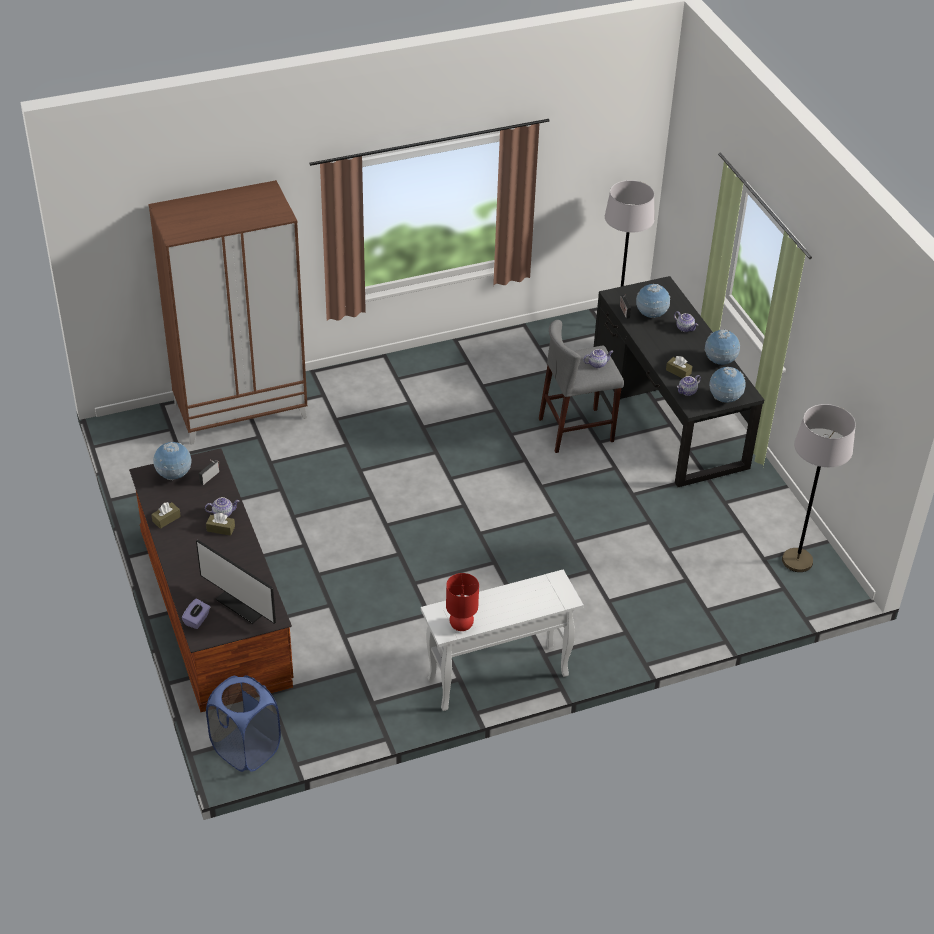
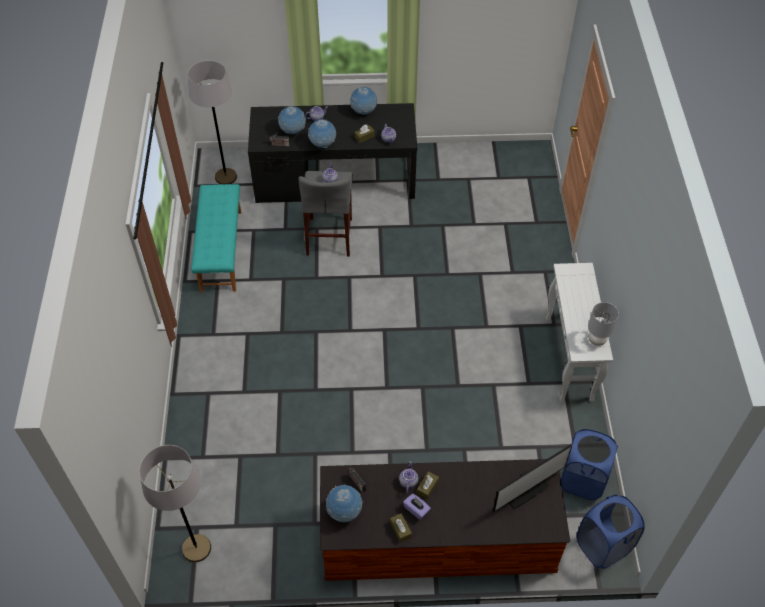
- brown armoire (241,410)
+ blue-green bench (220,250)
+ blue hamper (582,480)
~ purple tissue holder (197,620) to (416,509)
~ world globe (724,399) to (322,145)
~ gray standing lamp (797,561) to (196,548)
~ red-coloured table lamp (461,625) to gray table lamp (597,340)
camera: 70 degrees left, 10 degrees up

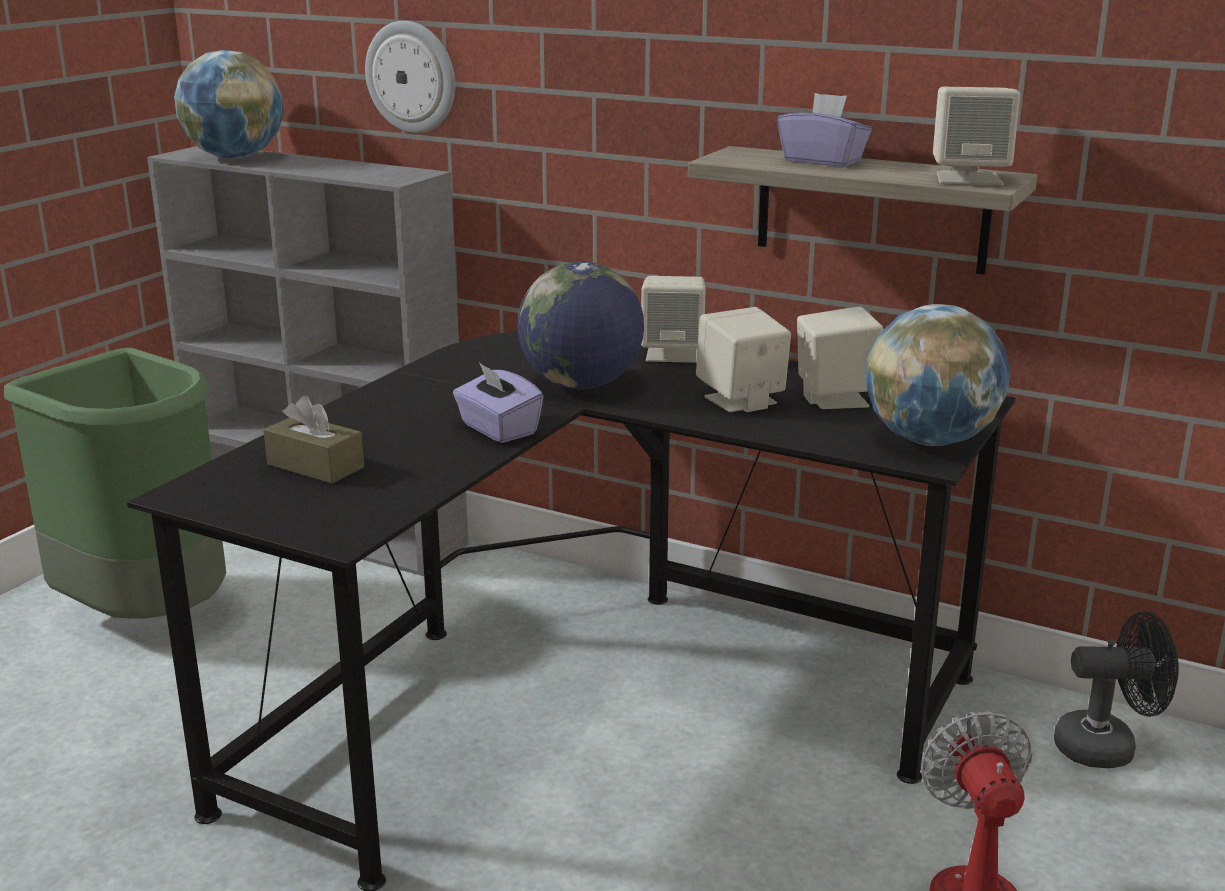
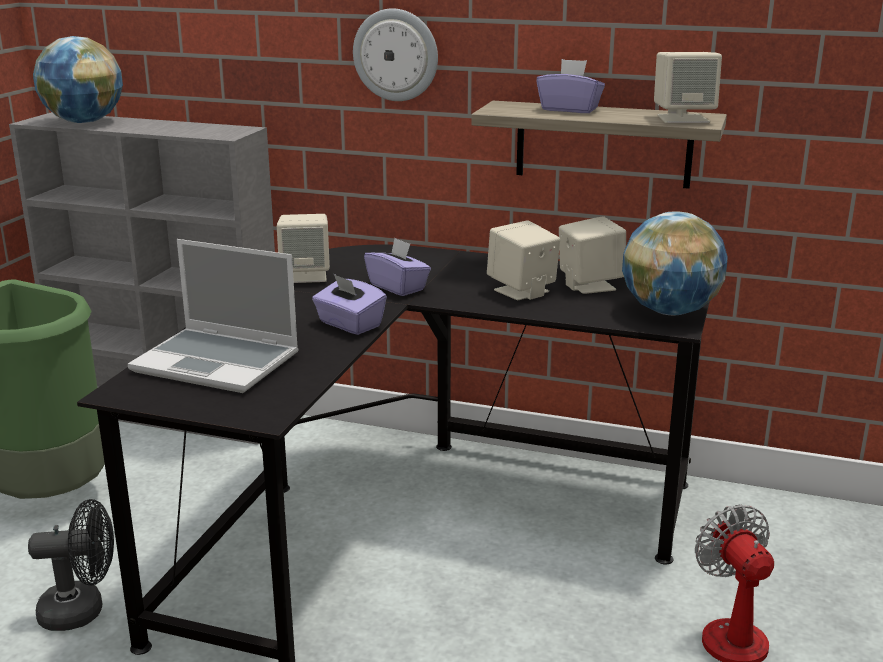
~ clock on the wall (412,77) to (396,55)
~ beige-coloured speaker (673,354) to (306,276)
~ blackish fan (1107,747) to (82,611)
~ brown tissue holder (315,466) to portable computer (219,362)
~ world globe (581,385) to purple tissue holder (398,287)
camera: 10 degrees left, 0 degrees up

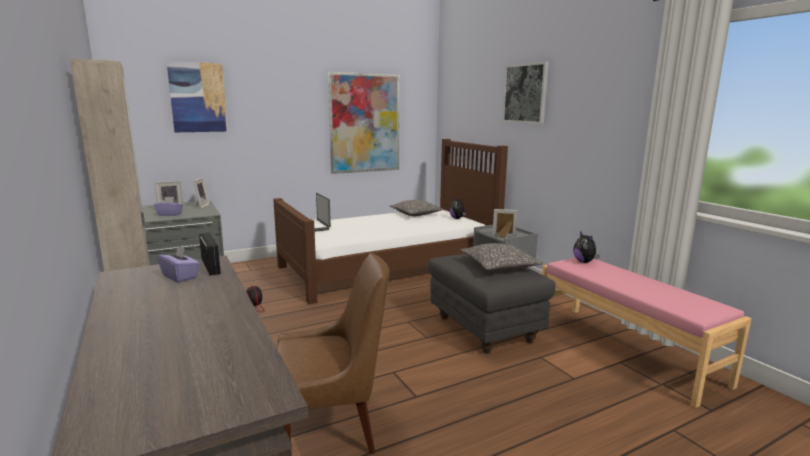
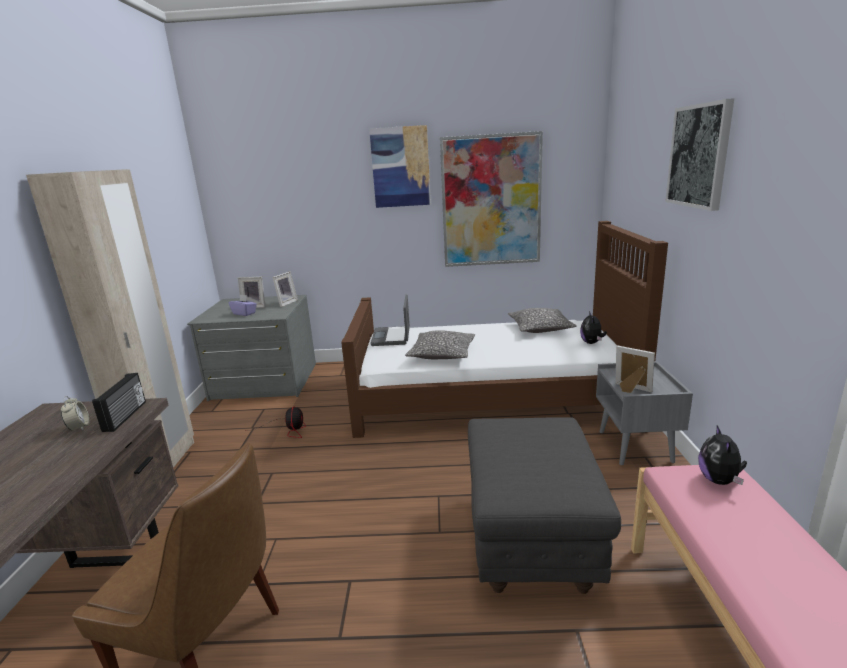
~ picture (198,97) to (400,167)
~ pillow (499,266) to (442,354)
~ purple tissue holder (180,276) to alarm clock (79,427)
camera: 30 degrees right, 5 degrees up

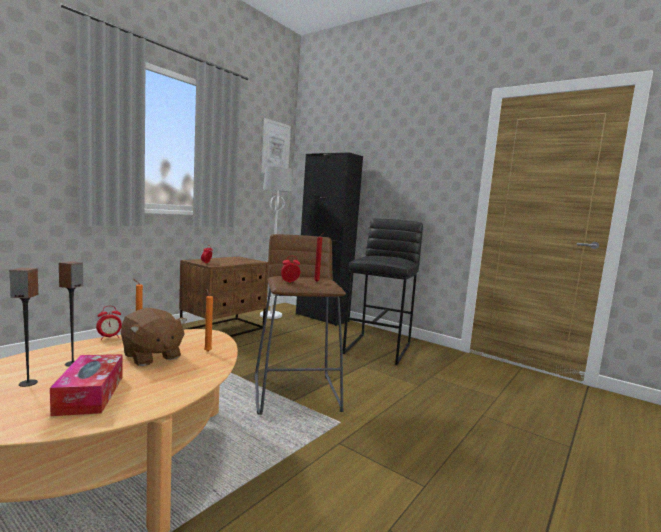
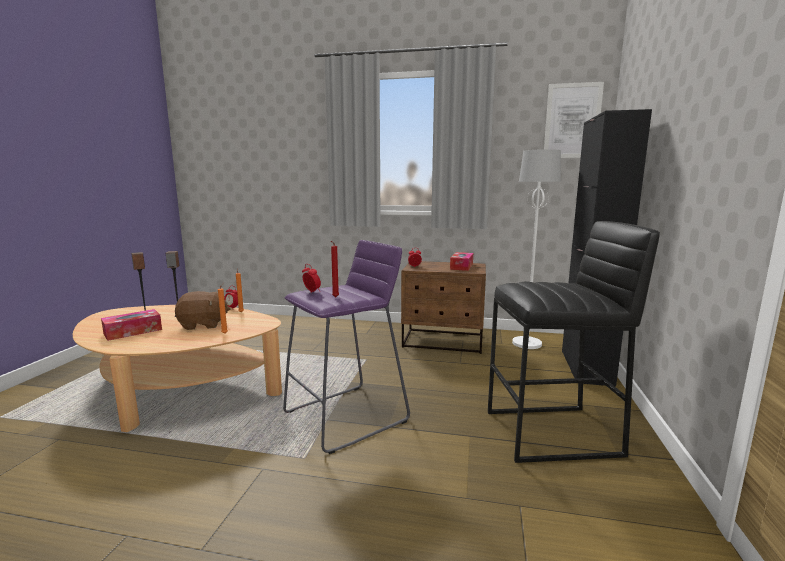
+ tissue holder (461,266)
~ brown sitting stool (297,393) to purple sitting stool (347,416)
~ brown soft toy (151,356) = (203,325) 120 degrees counterclockwise
camera: 65 degrees right, 5 degrees up

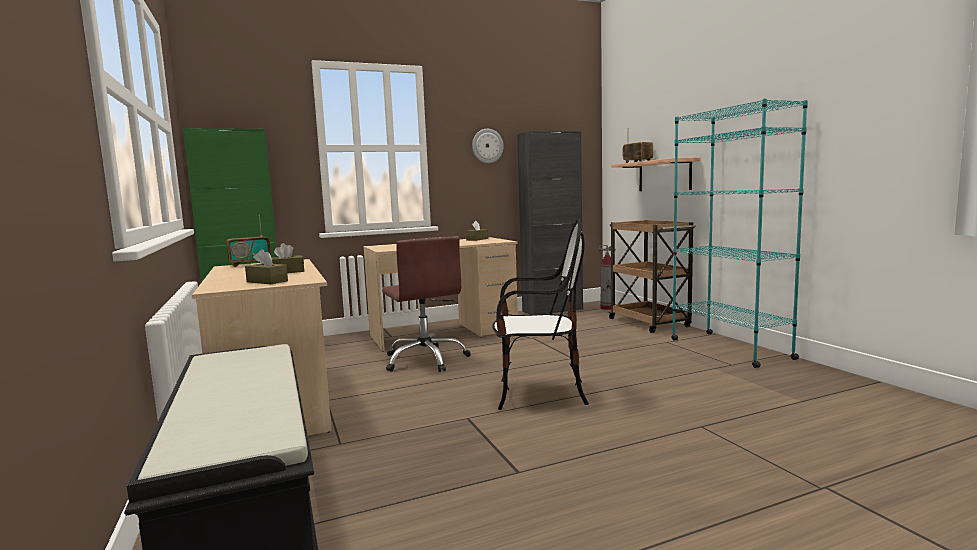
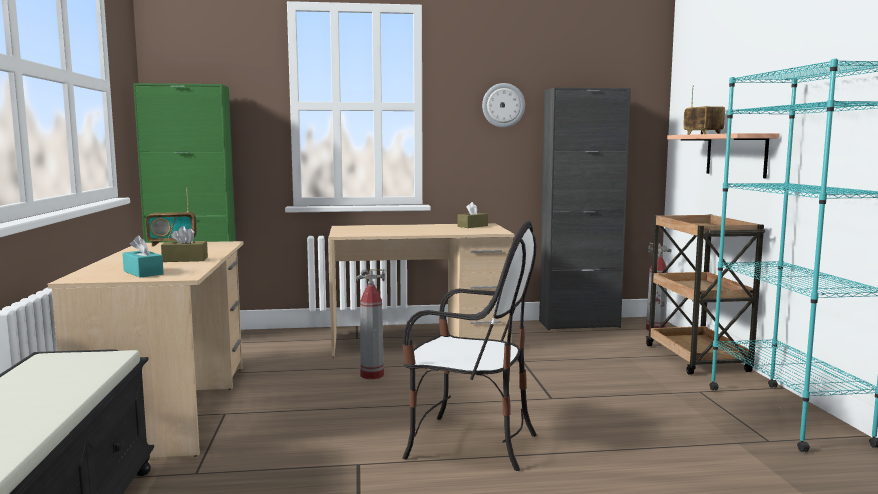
~ brown computer chair (426,359) to extinguisher (372,375)
~ brown tissue holder (267,281) to blue-green tissue holder (143,273)
camera: 15 degrees right, 0 degrees up

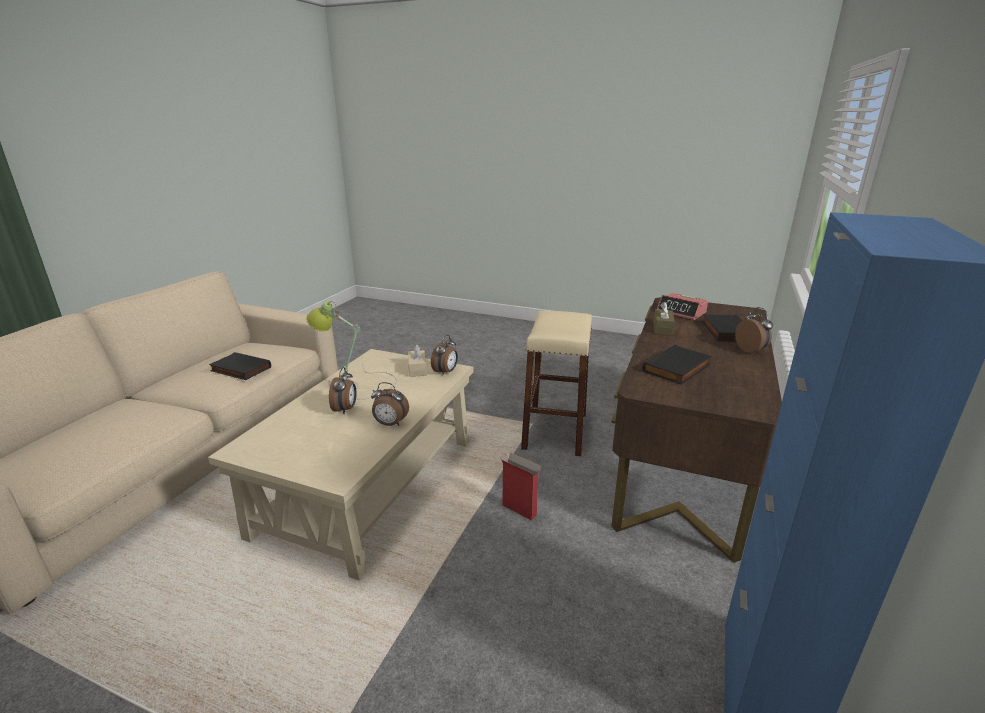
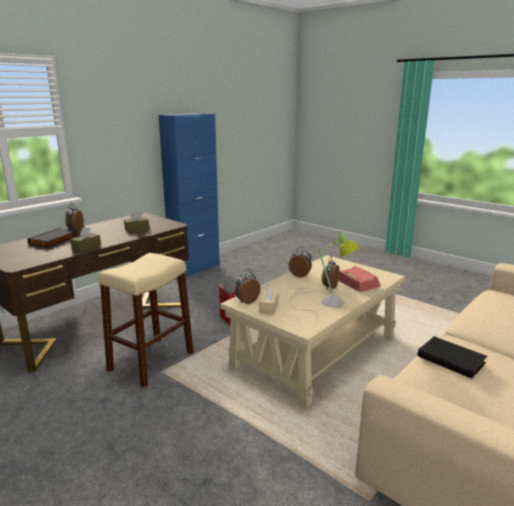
~ alarm clock (681,312) to (358,284)
~ blackish volume (678,368) to brown tissue holder (137,229)
camera: 160 degrees left, 5 degrees down

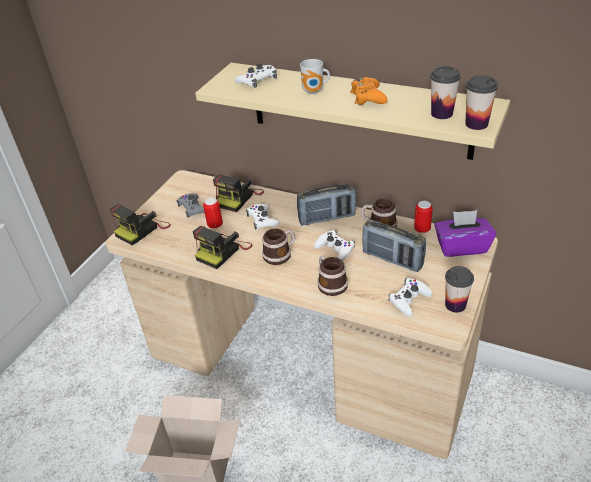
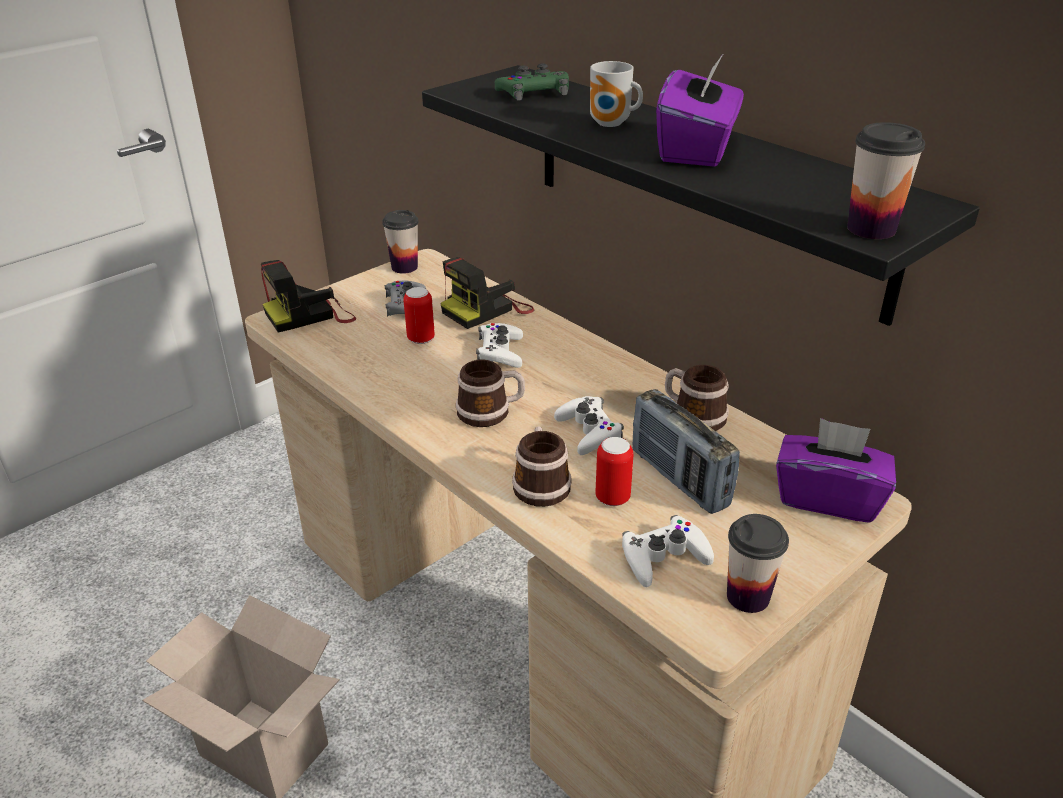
- still camera (223,251)
- radio set (327,218)
~ sealed can (422,229) to (612,498)
~ cup (442,114) to (404,267)
~ orange game controller (367,97) to purple tissue holder (697,149)
~ beige-coloured shelf (358,110) to blackish shelf (701,185)
~ white-coloured game controller (257,80) to green game controller (533,93)
camera: 20 degrees right, 5 degrees down

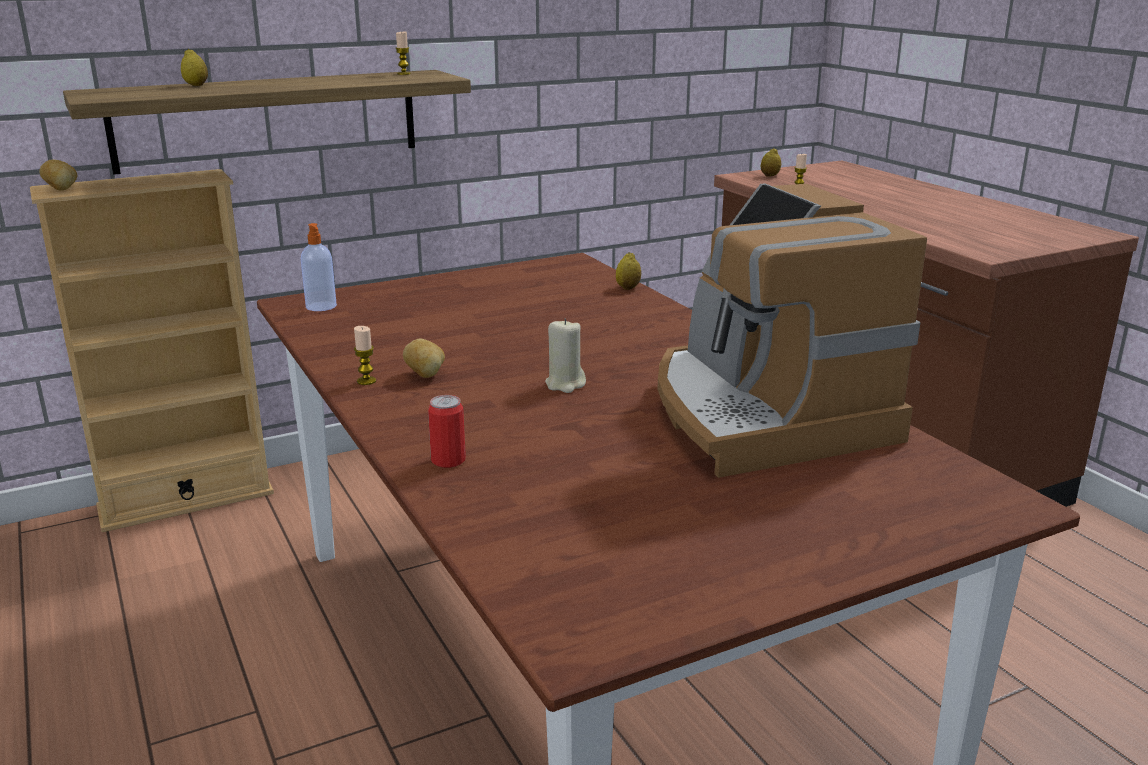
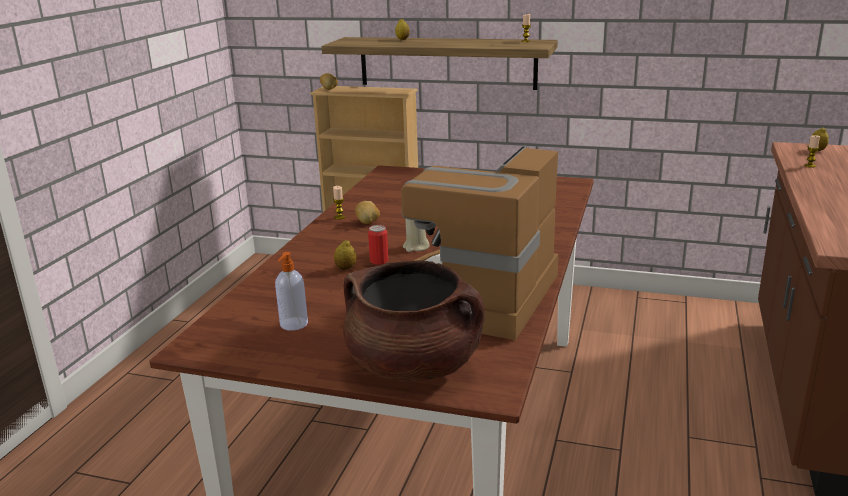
+ brown stockpot (414,366)
~ soap bottle (321,307) to (293,324)
~ sealed can (448,460) to (379,261)
~ whole lemon (628,288) to (345,268)
camera: 45 degrees right, 0 degrees up

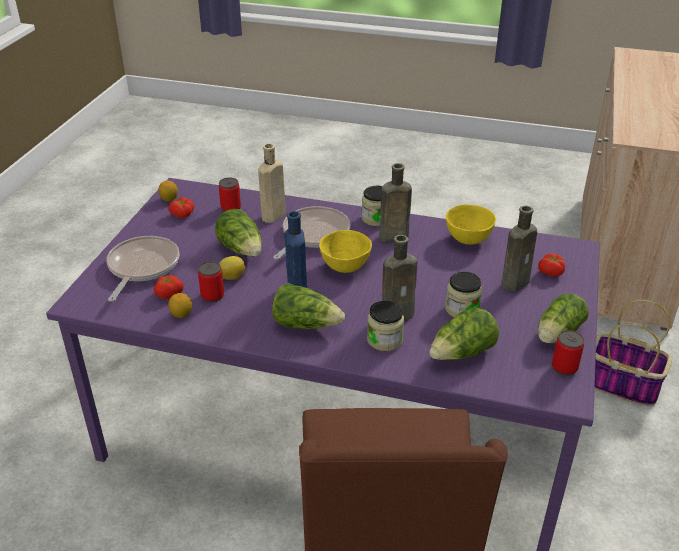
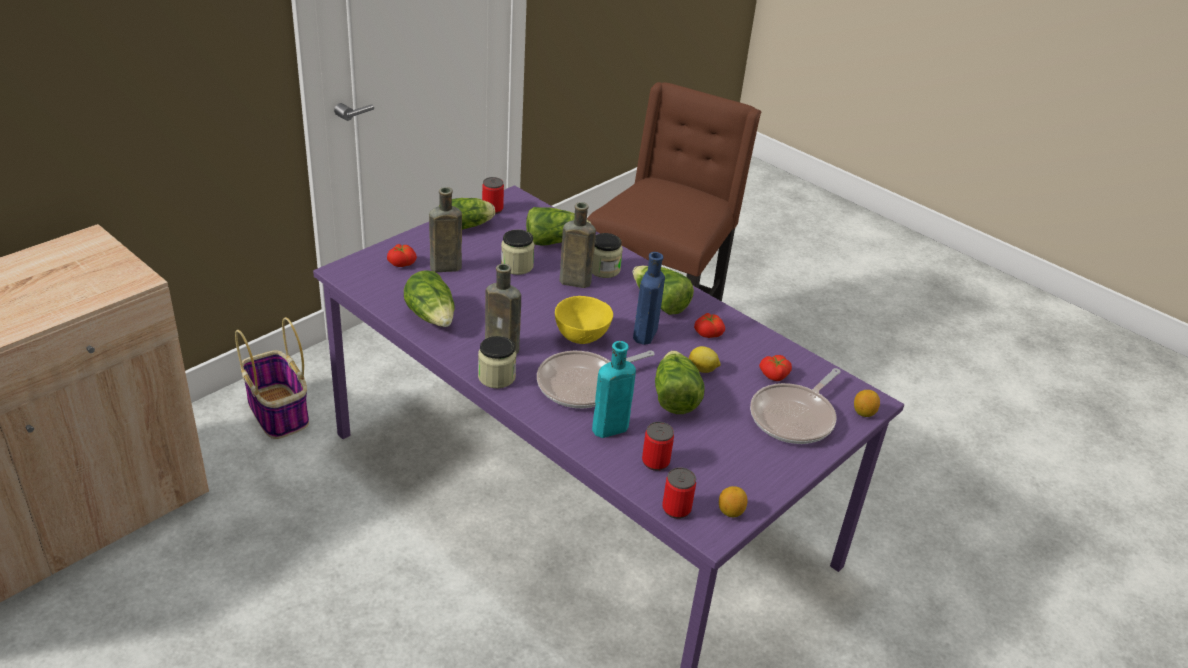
~ whole tomato (183,215) to (708,333)
~ whole lemon (181,314) to (863,413)
~ sealed can (212,296) to (676,509)
~ yellow-coloured serving bowl (467,240) to head of lettuce (432,317)
~ beige-coloured bottle (274,215) to blue-green bottle (607,429)
camera: 155 degrees left, 0 degrees up

